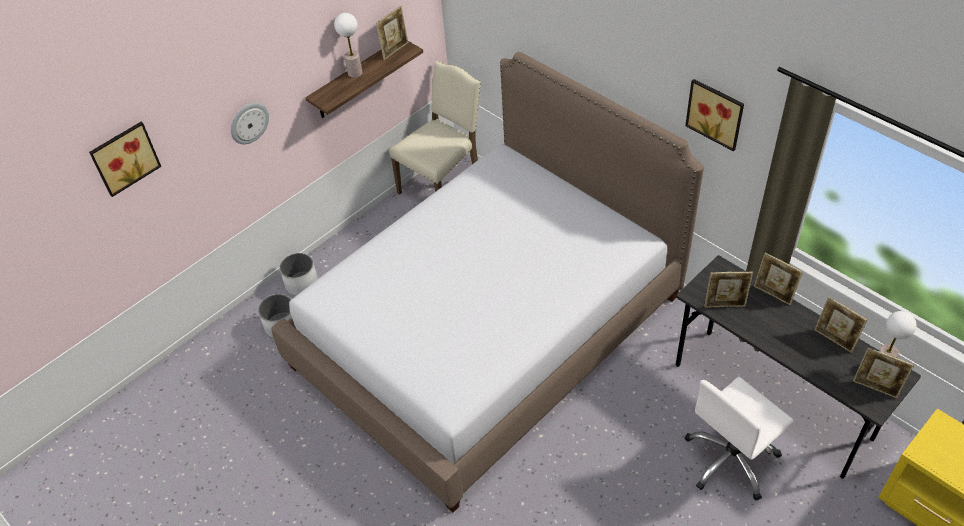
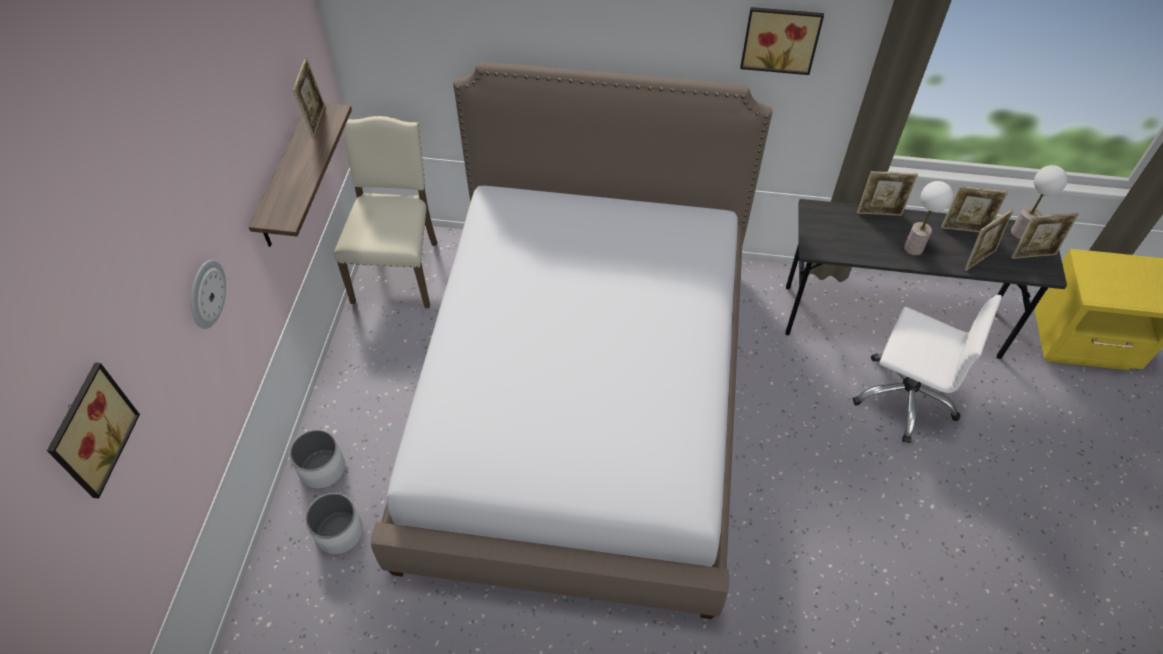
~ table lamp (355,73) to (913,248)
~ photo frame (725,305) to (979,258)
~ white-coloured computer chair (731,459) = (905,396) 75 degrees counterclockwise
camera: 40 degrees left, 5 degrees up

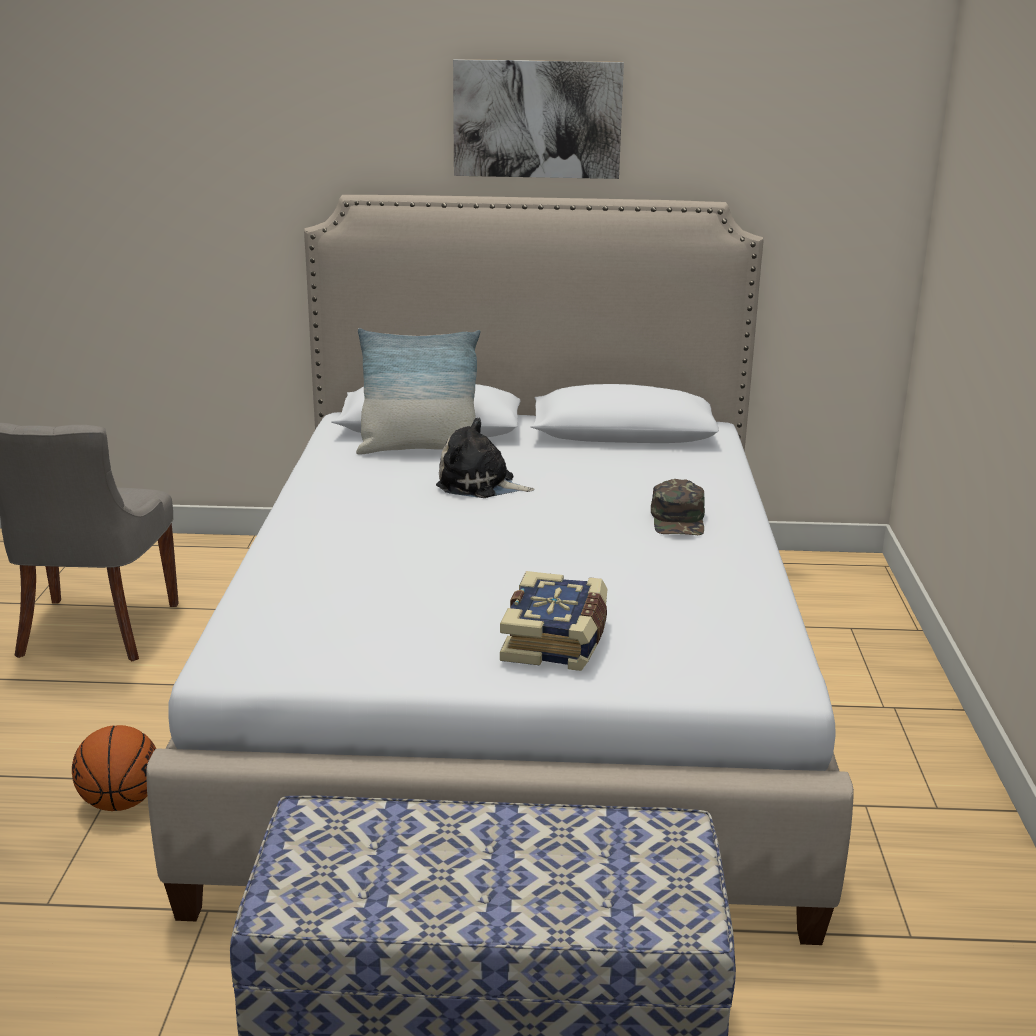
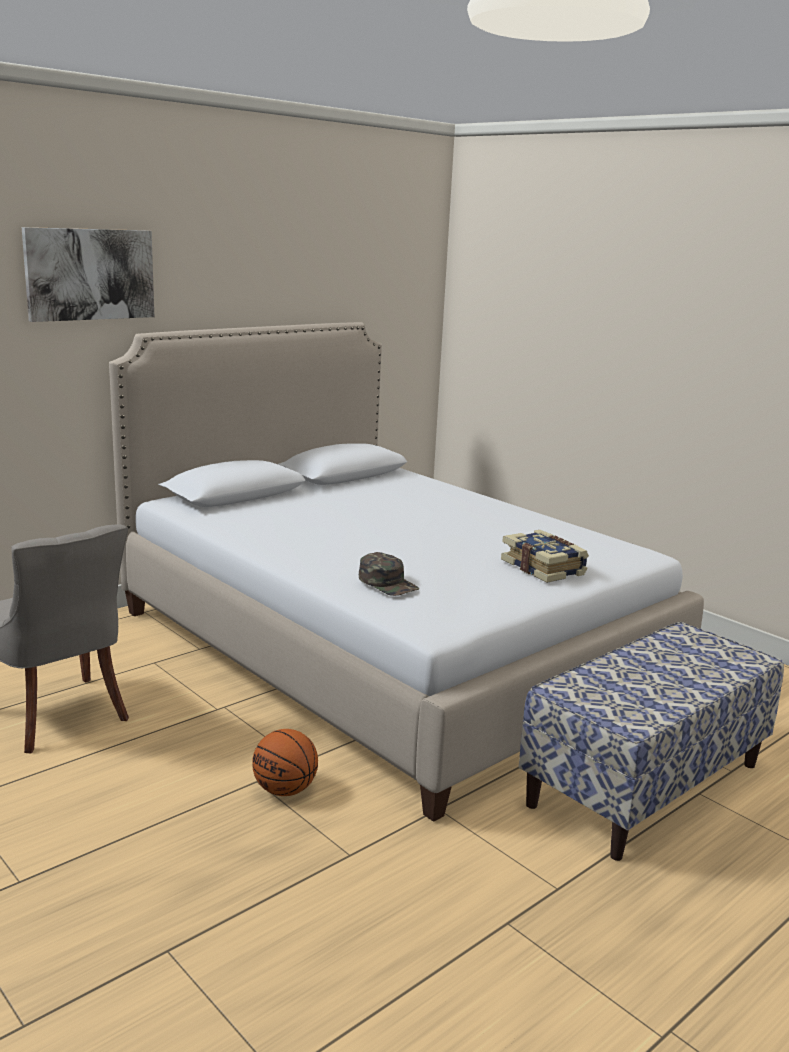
- pillow (419,449)
- soft toy (480,485)
~ picture (537,119) to (90,274)
~ green cap (679,520) to (388,583)
camera: 45 degrees left, 5 degrees down

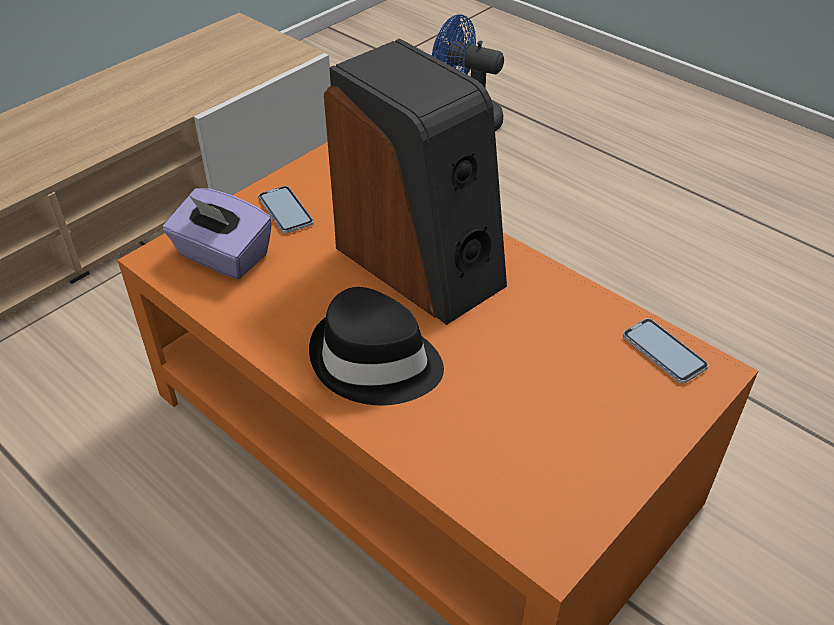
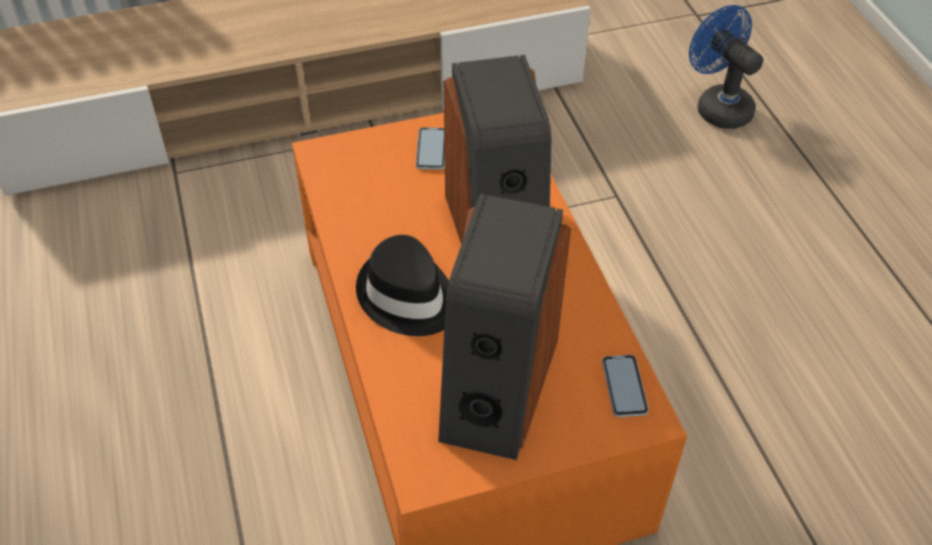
- purple tissue holder (223,256)
+ speaker (496,386)
camera: 30 degrees right, 5 degrees up

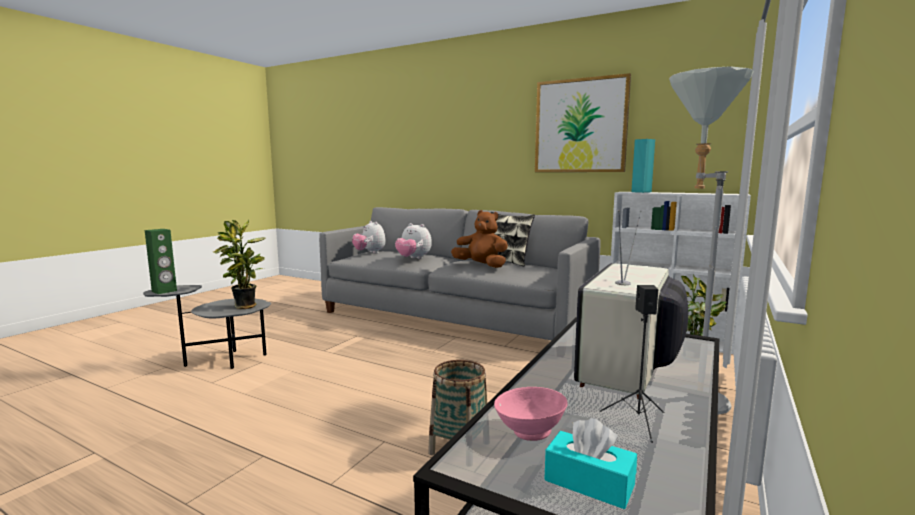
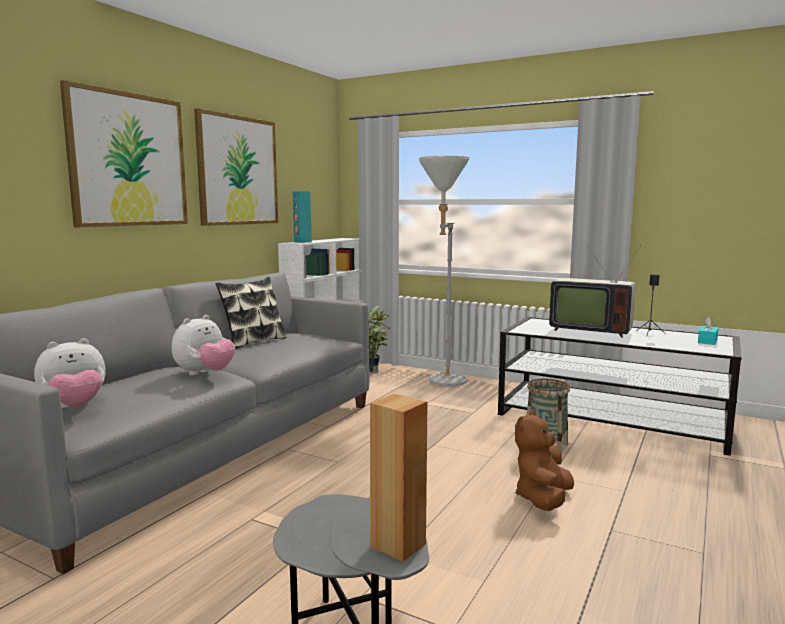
- plant in a pot (245,307)
- pink-coloured serving bowl (529,431)
+ picture (128,160)
~ brown soft toy (481,266) to (543,499)
~ green speaker (164,291) to brown speaker (398,544)
camera: 90 degrees left, 0 degrees up

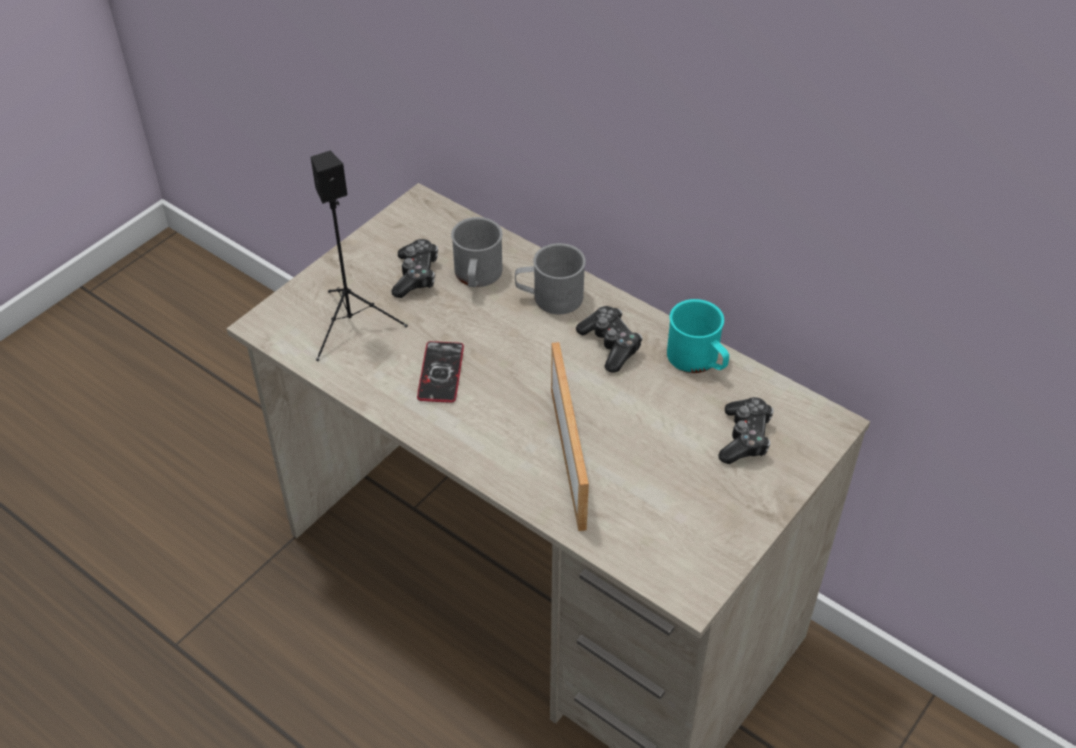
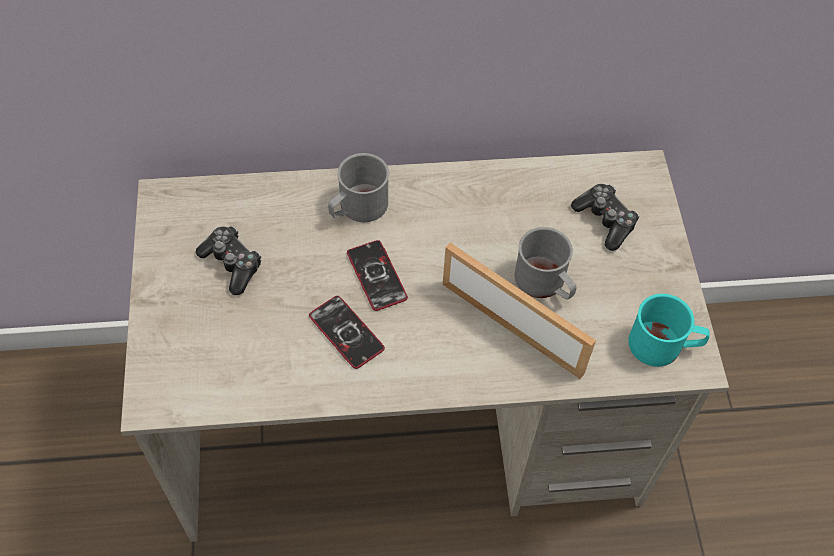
- blackish speaker (352,325)
- game controller (610,345)
+ telephone (376,276)
~ gray coffee mug (477,277) to (545,283)
~ blue-green coffee mug (698,360) to (663,345)
camera: 45 degrees left, 10 degrees up

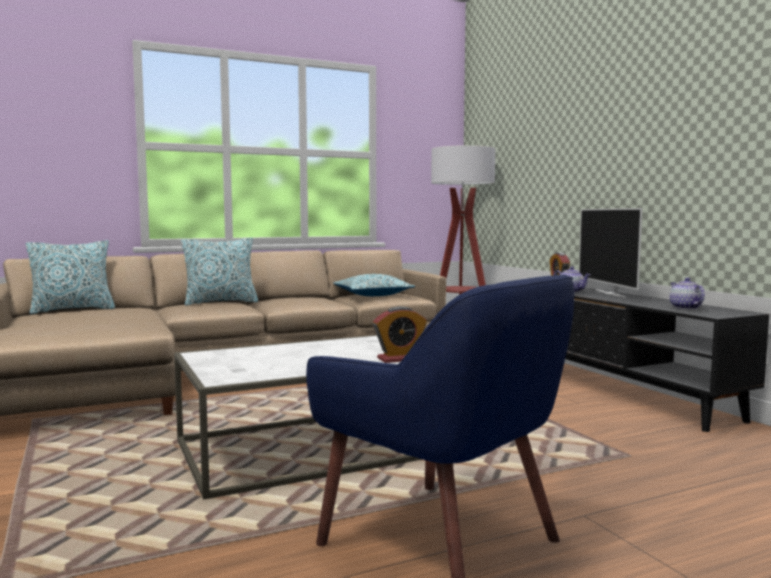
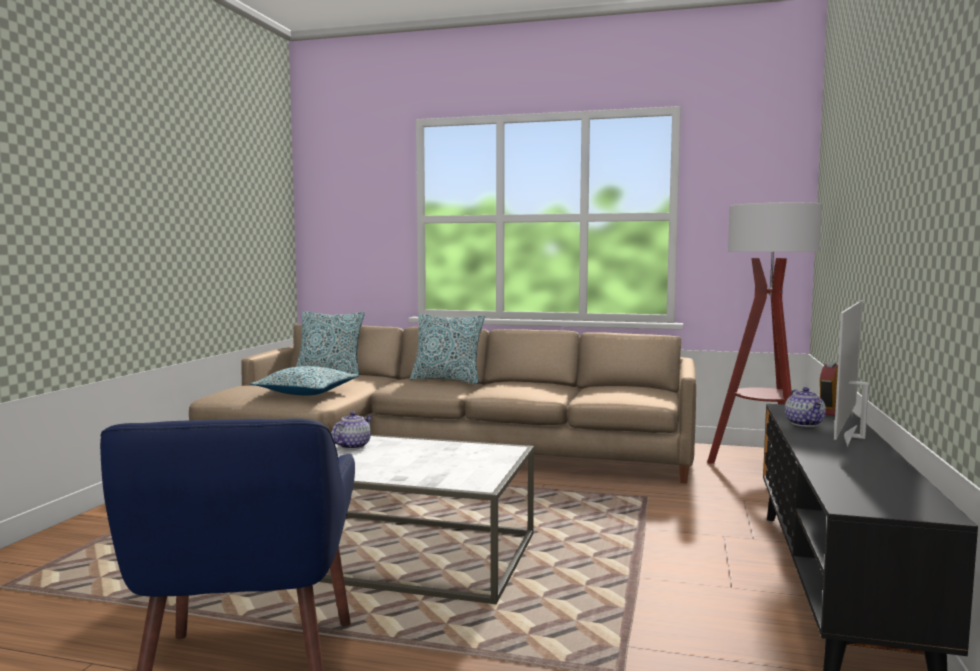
- alarm clock (399,359)
~ pillow (372,295) to (306,392)
~ tea pot (684,308) to (352,446)
camera: 40 degrees right, 0 degrees up

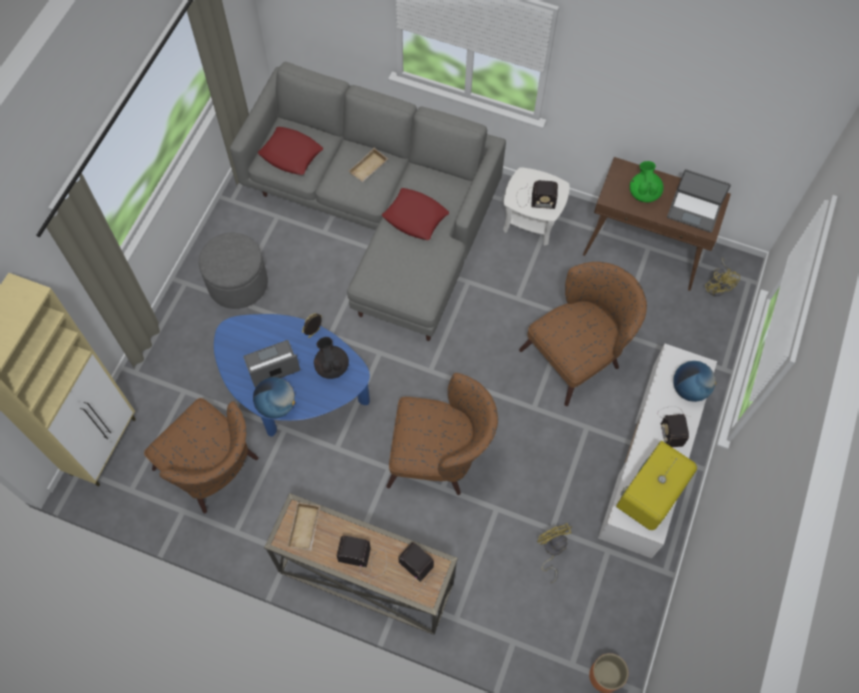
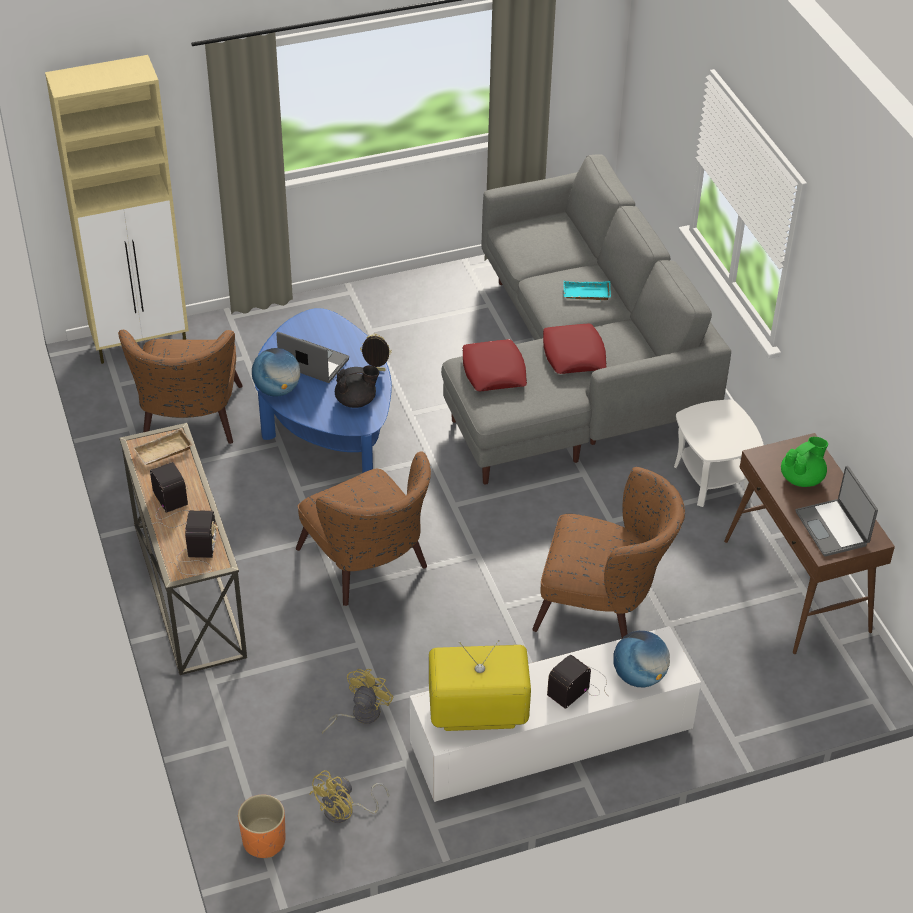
- gray ottoman (237,283)
- radio set (534,199)
~ red-coloured pillow (291,154) to (494,371)
~ yellow-coloured fan (717,285) to (345,811)
~ beige-coloured tray (368,168) to blue-green tray (586,294)
~ blackish tea pot (331,366) = (356,401) 45 degrees clockwise
camera: 50 degrees right, 20 degrees down

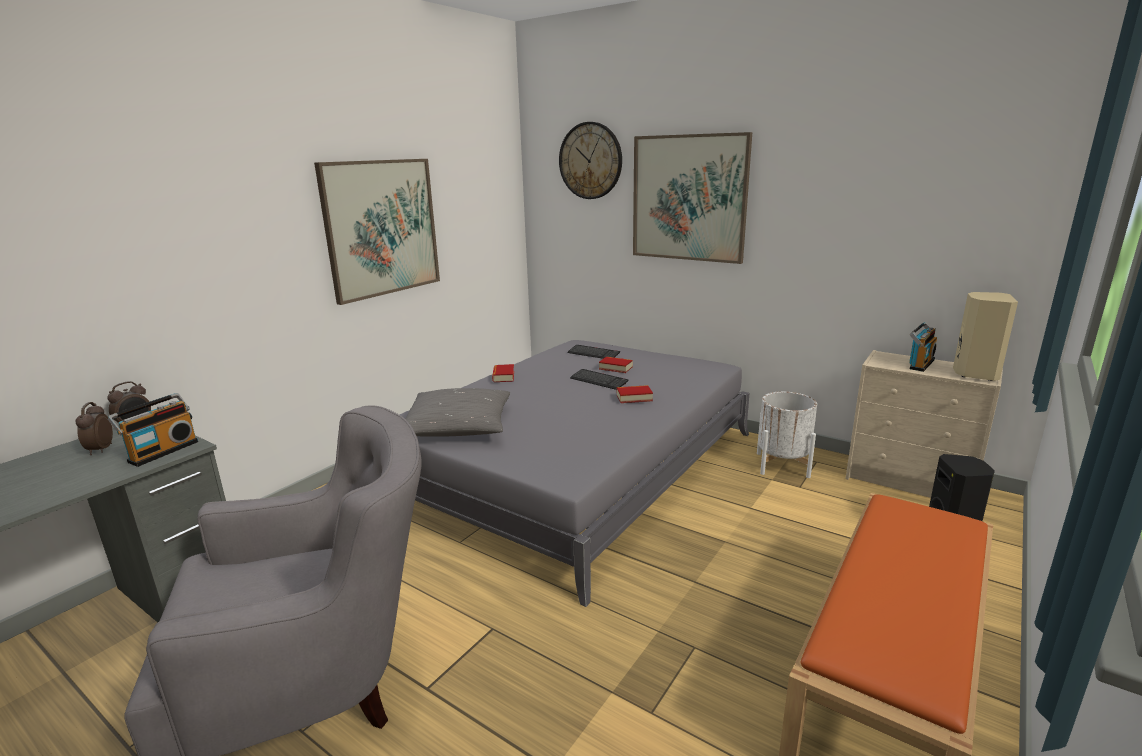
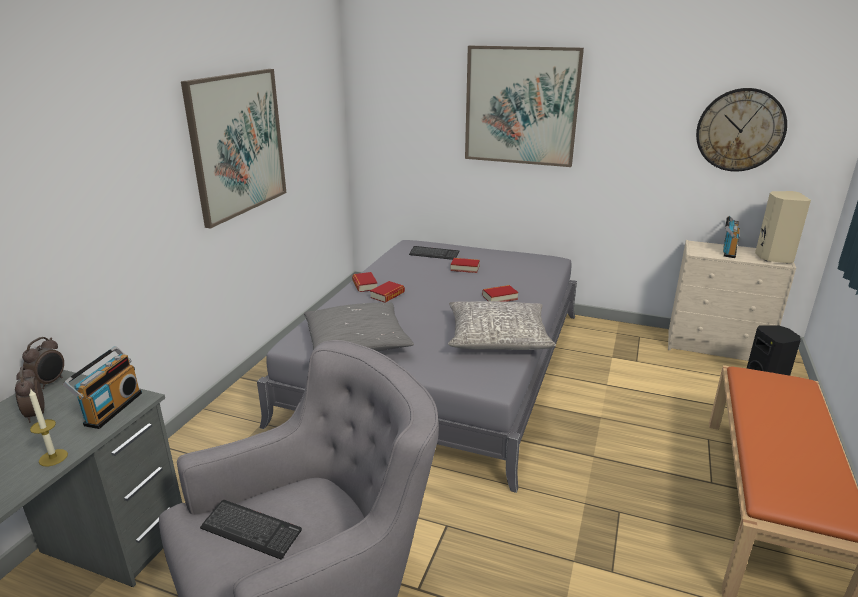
- white-coloured planter (782,465)
+ wax light (53,457)
+ volume (387,295)
+ gray pillow (498,338)
~ clock on the wall (590,161) to (740,130)
~ keyboard (599,380) to (251,530)
camera: 15 degrees left, 5 degrees up

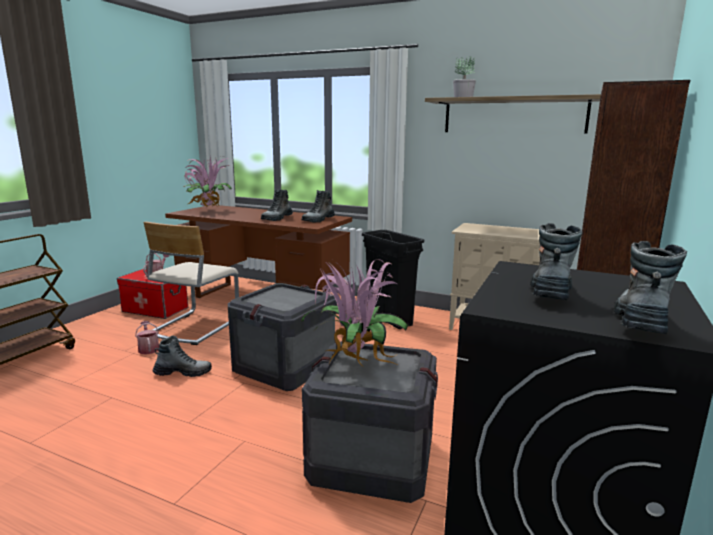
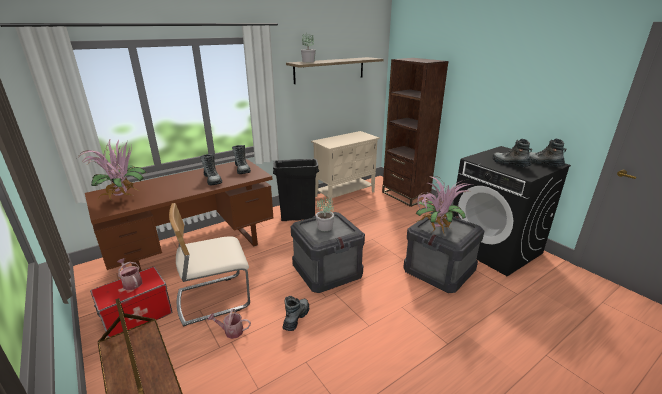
+ plant in a pot (325,227)
~ beige-coloured chair (194,327) = (213,298) 105 degrees clockwise
camera: 60 degrees left, 10 degrees up

